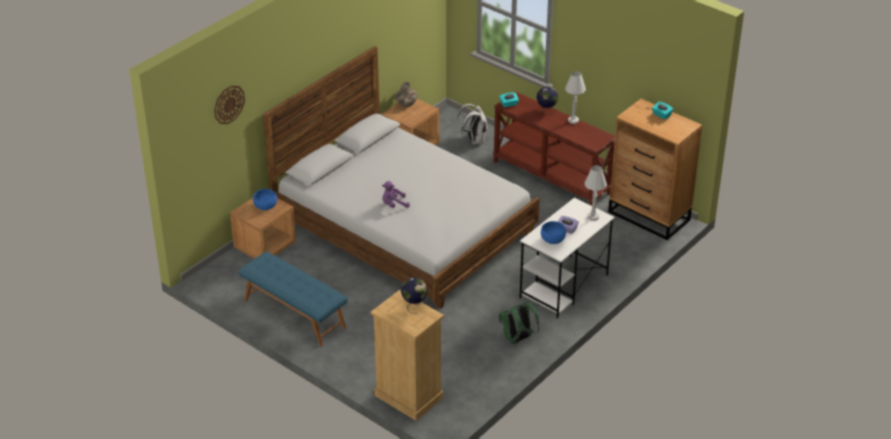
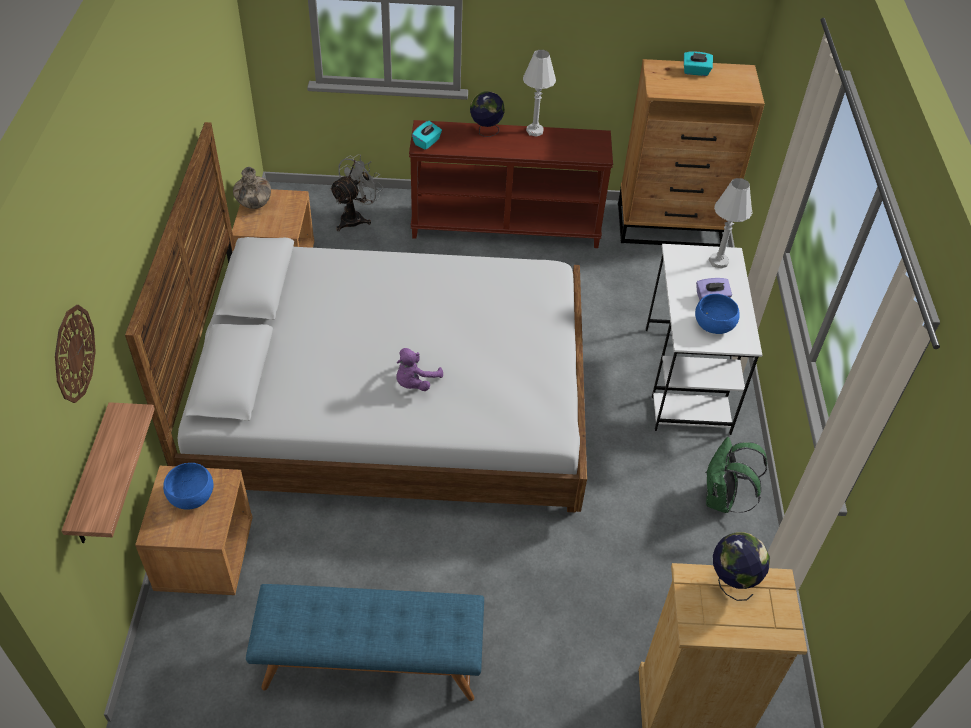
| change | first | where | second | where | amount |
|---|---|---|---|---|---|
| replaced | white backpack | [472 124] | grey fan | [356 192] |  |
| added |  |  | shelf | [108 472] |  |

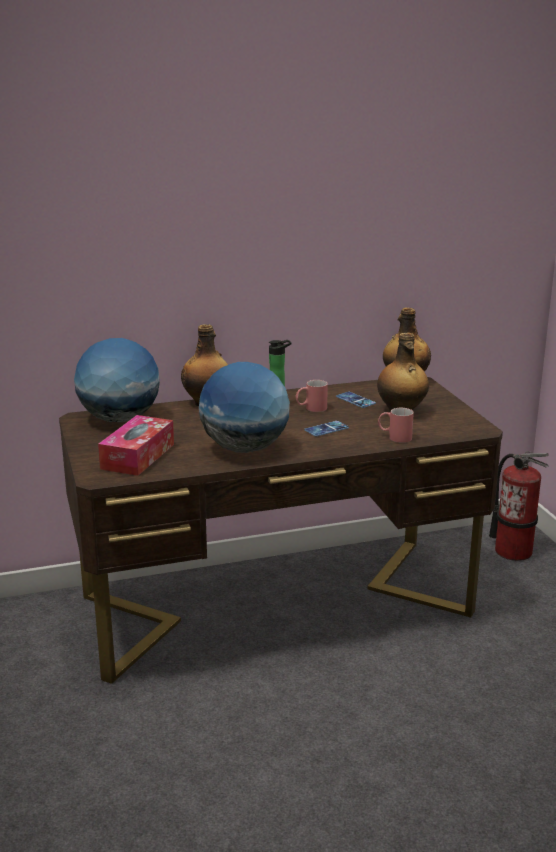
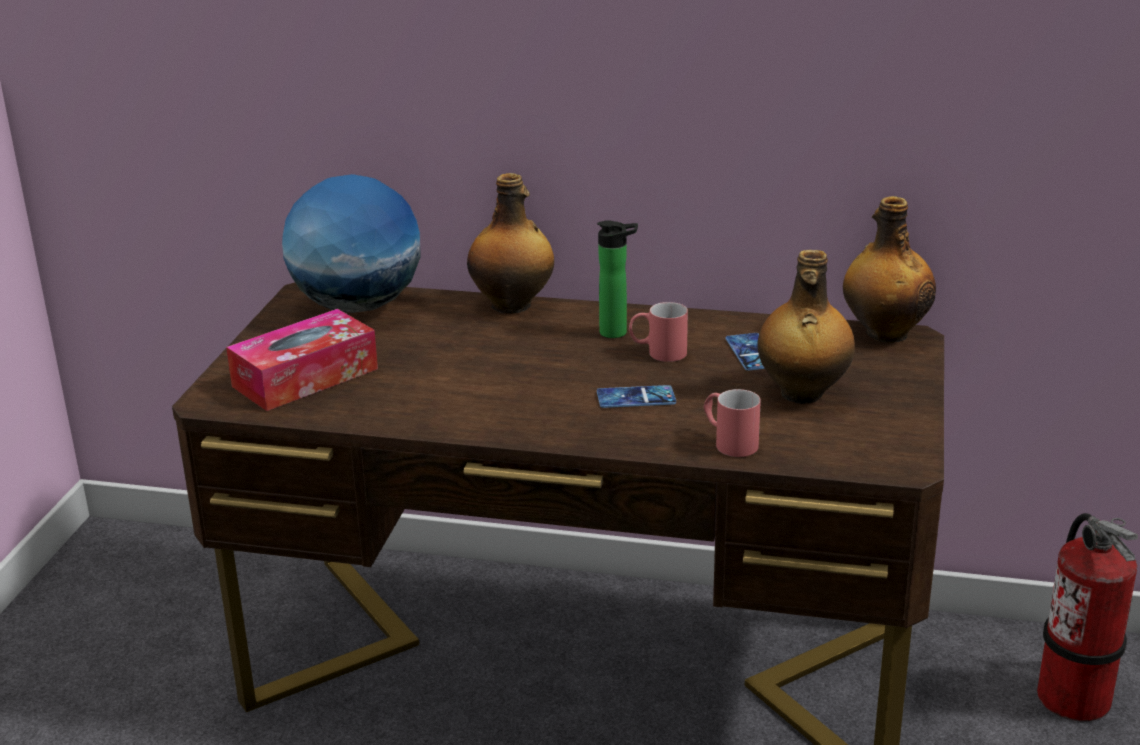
| change | first | where | second | where | amount |
|---|---|---|---|---|---|
| removed | globe | [244 407] |  |  |  |

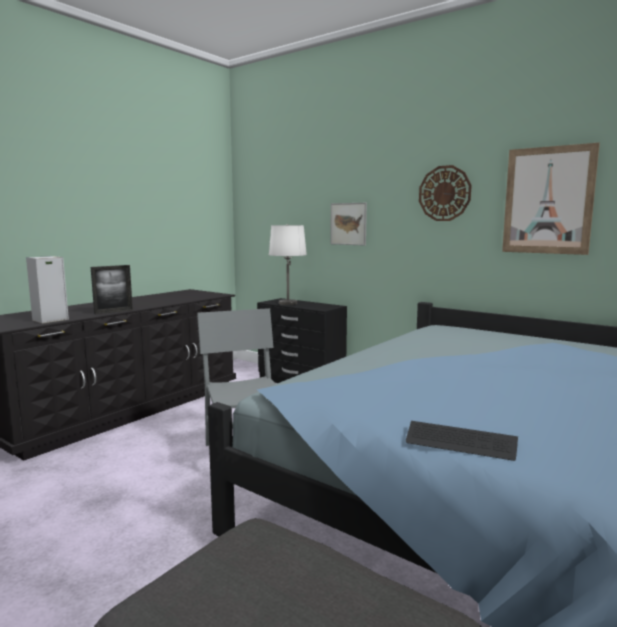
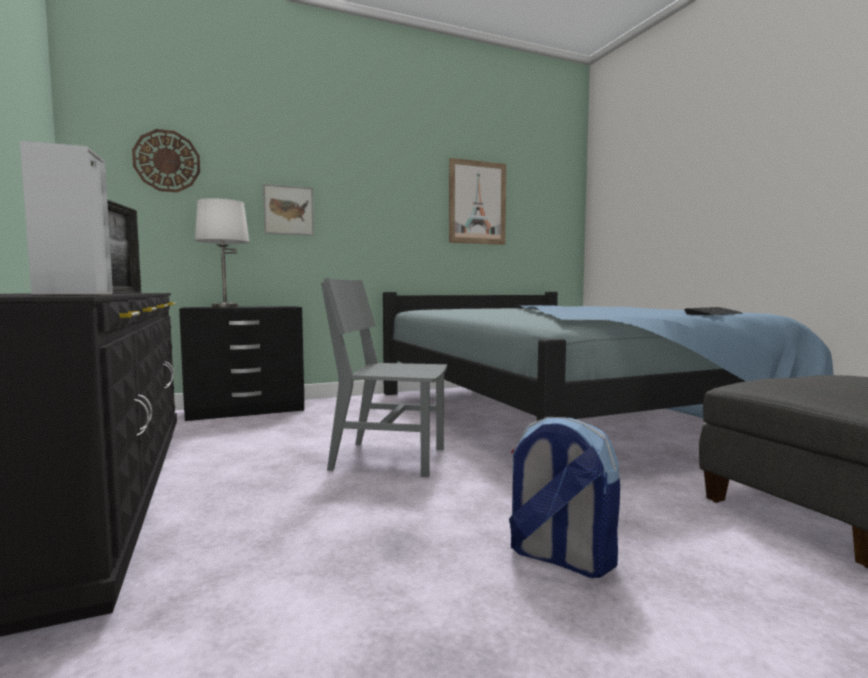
| change | first | where | second | where | amount |
|---|---|---|---|---|---|
| moved | wall clock | [445 193] |  | [166 160] |  |
| added |  |  | backpack | [564 497] |  |

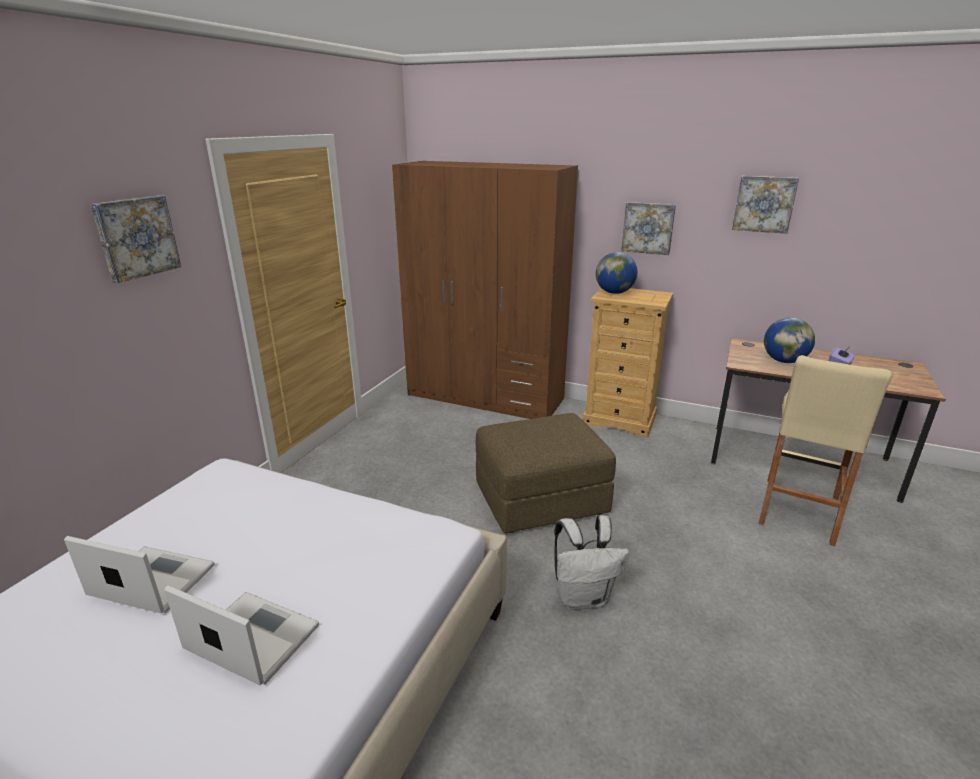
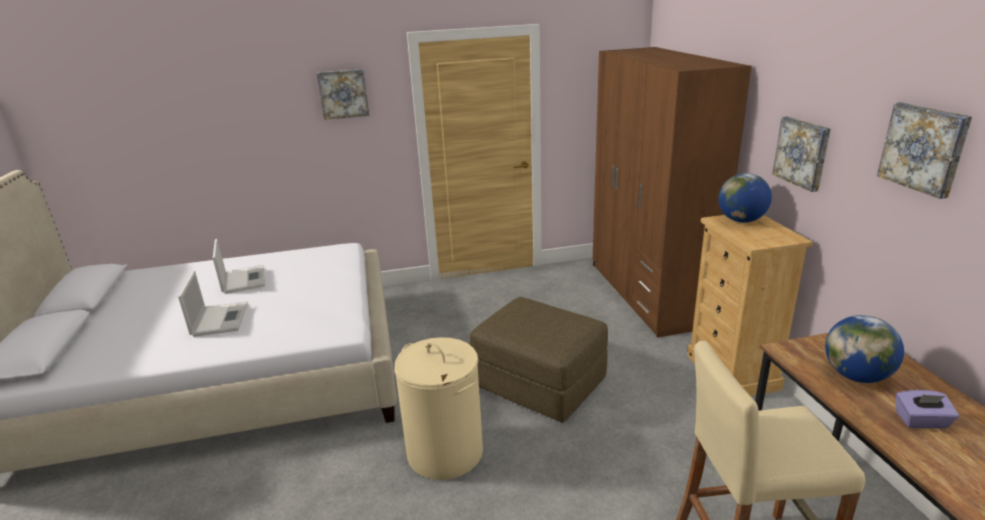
| change | first | where | second | where | amount |
|---|---|---|---|---|---|
| replaced | white backpack | [591 562] | beige laundry basket | [439 408] |  |

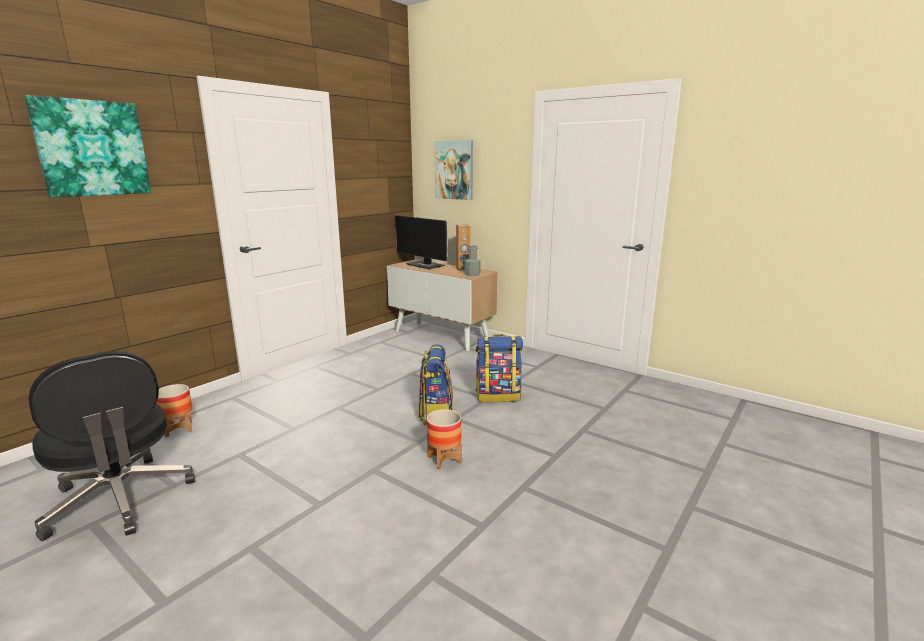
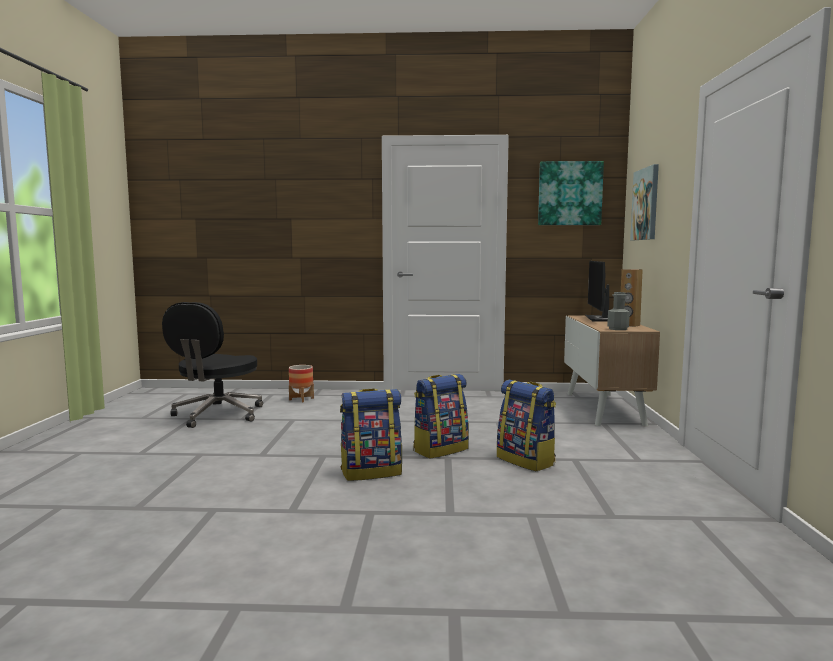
| change | first | where | second | where | amount |
|---|---|---|---|---|---|
| moved | picture | [88 146] |  | [571 193] |  |
| replaced | planter | [444 439] | backpack | [371 434] |  |

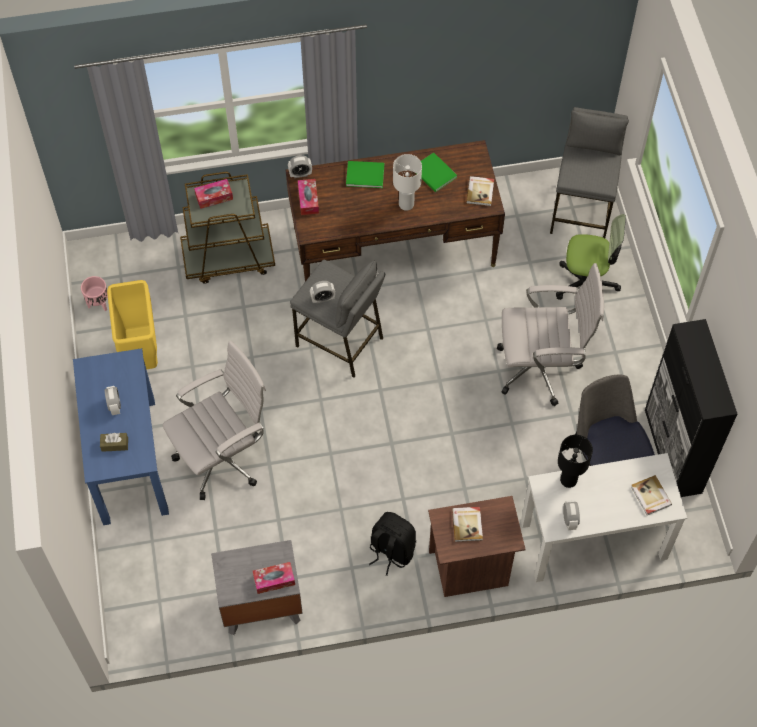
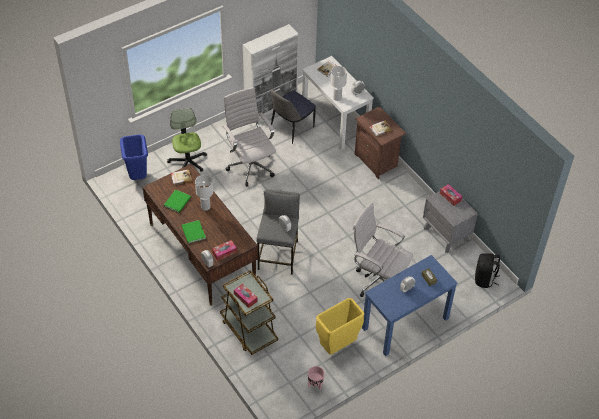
| change | first | where | second | where | amount |
|---|---|---|---|---|---|
| replaced | grey stool | [589 172] | blue trash can | [134 157] |  |
| recoloured | black cabinet | [691 408] | white cabinet | [271 71] |  |
| recoloured | black table lamp | [575 461] | white table lamp | [338 83] |  |
| moved | black backpack | [392 544] |  | [487 270] |  |

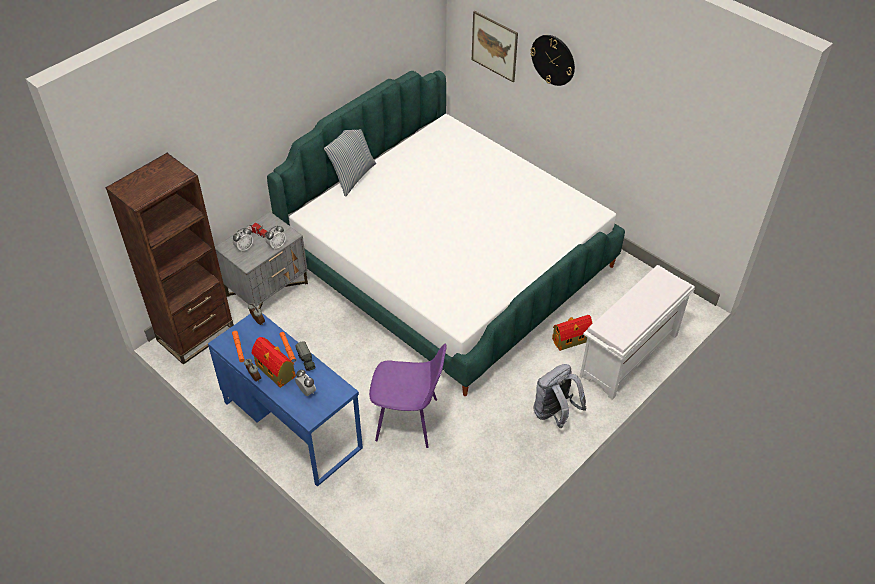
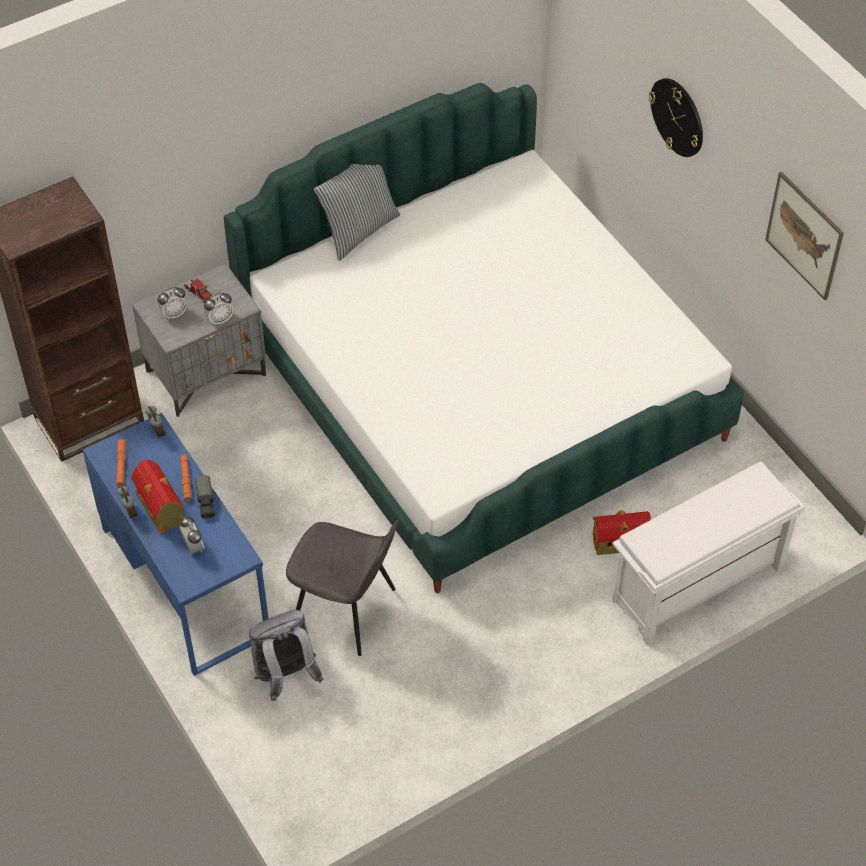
| change | first | where | second | where | amount |
|---|---|---|---|---|---|
| moved | picture | [495 47] |  | [804 236] |  |
| recoloured | purple chair | [408 395] | grey chair | [342 587] |  |
| moved | grey backpack | [560 396] |  | [286 655] |  |

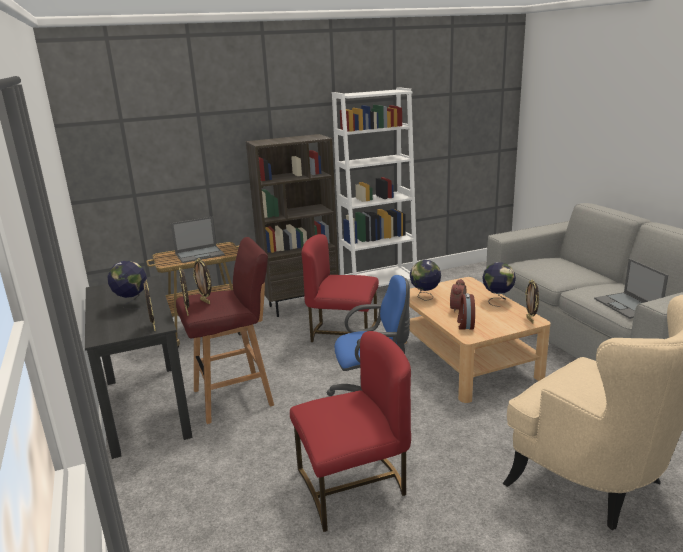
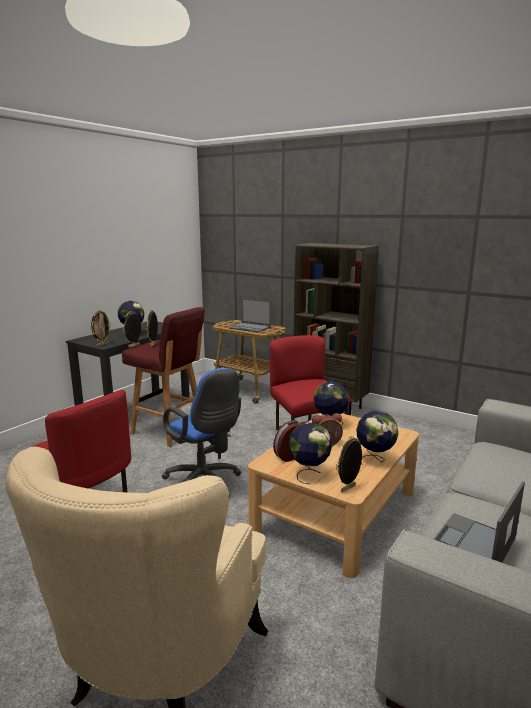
| change | first | where | second | where | amount |
|---|---|---|---|---|---|
| removed | white bookcase | [374 187] |  |  |  |
| added |  |  | globe | [310 453] |  |

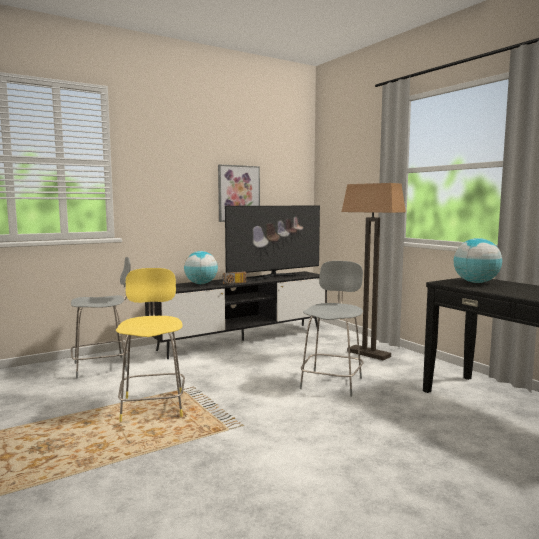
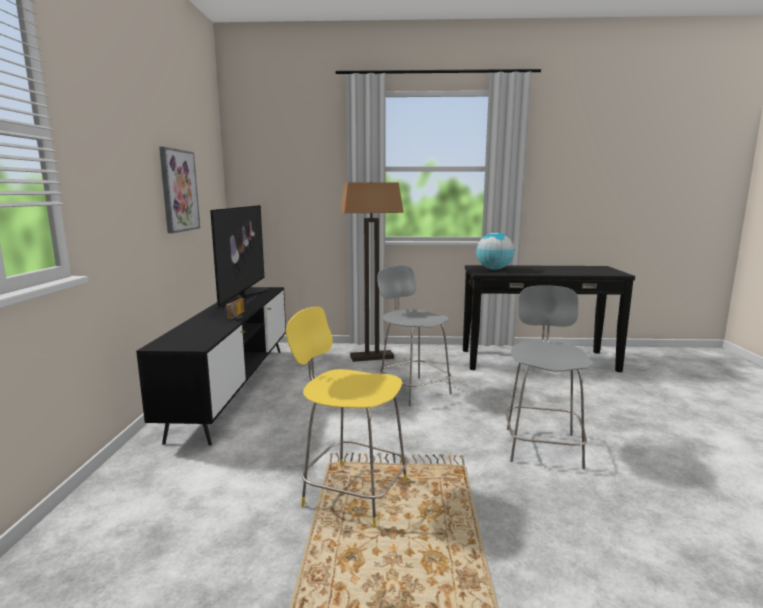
| change | first | where | second | where | amount |
|---|---|---|---|---|---|
| removed | globe | [201 267] |  |  |  |
| moved | grey stool | [101 317] |  | [549 377] |  |

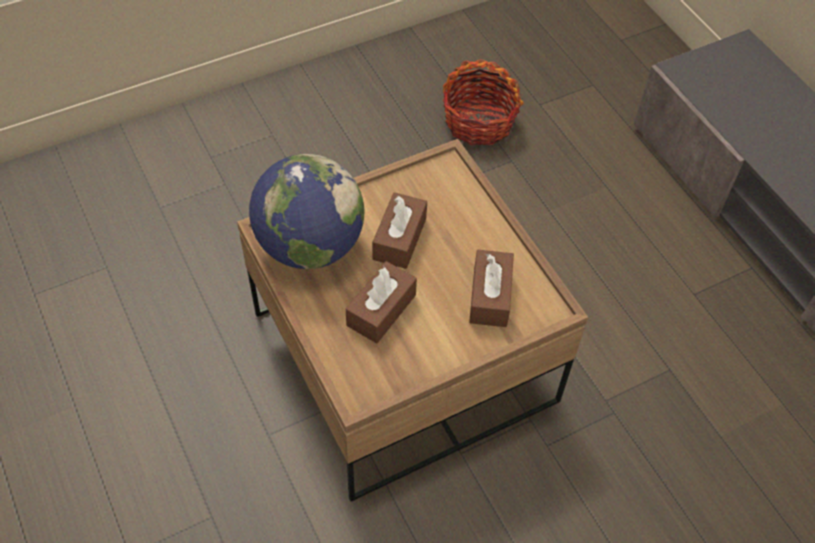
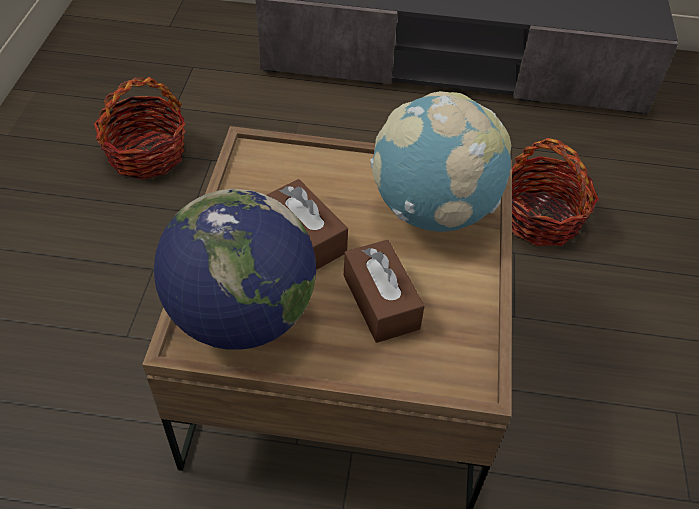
| change | first | where | second | where | amount |
|---|---|---|---|---|---|
| replaced | brown tissue box | [491 288] | globe | [440 161] |  |
| added |  |  | basket | [555 192] |  |

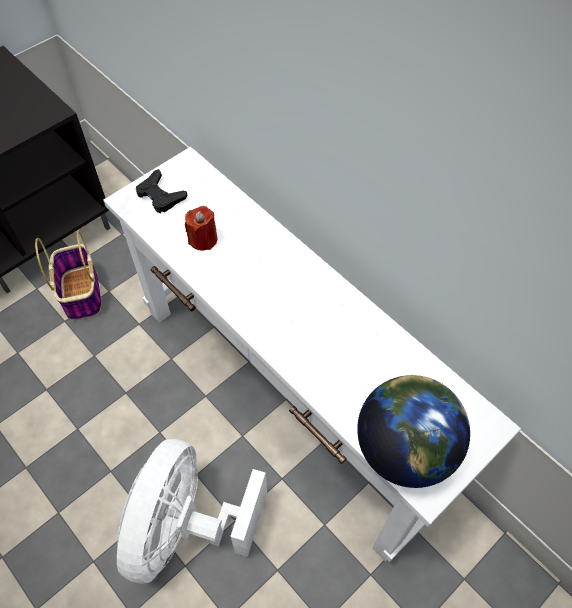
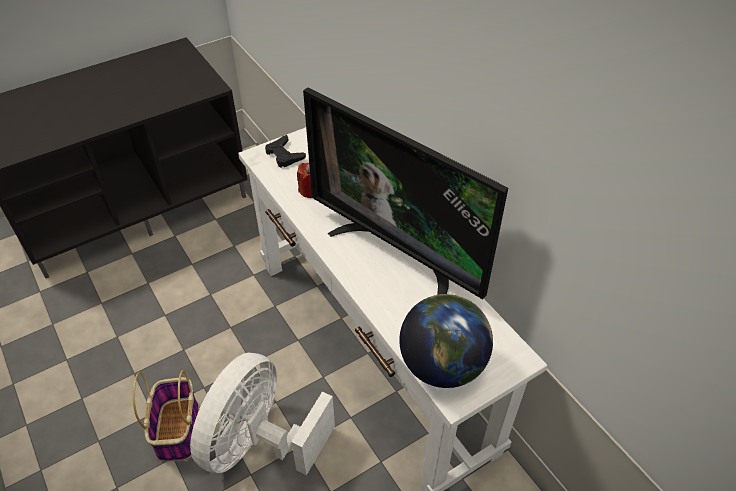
| change | first | where | second | where | amount |
|---|---|---|---|---|---|
| moved | basket | [68 275] |  | [166 416] |  |
| added |  |  | television | [405 193] |  |

